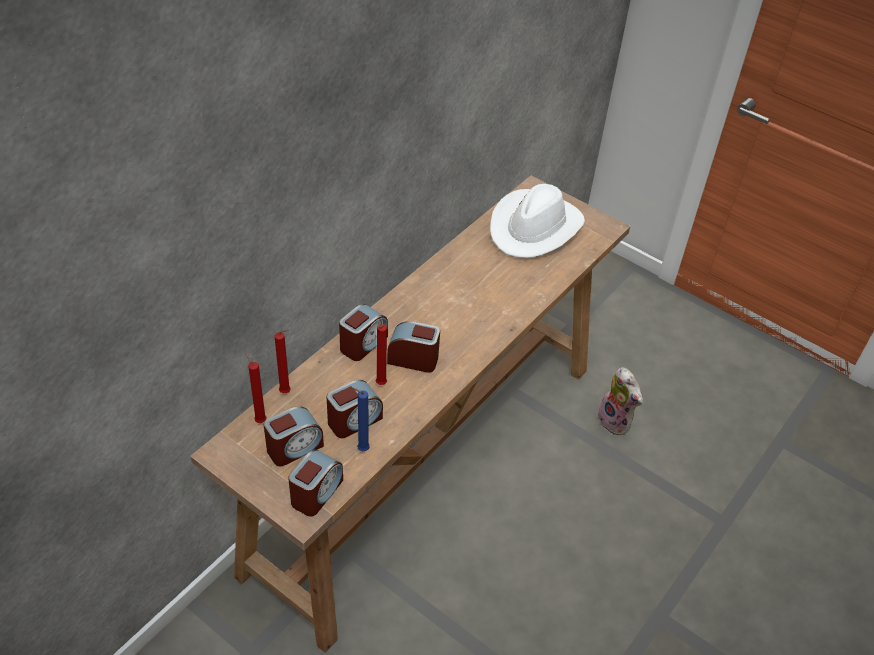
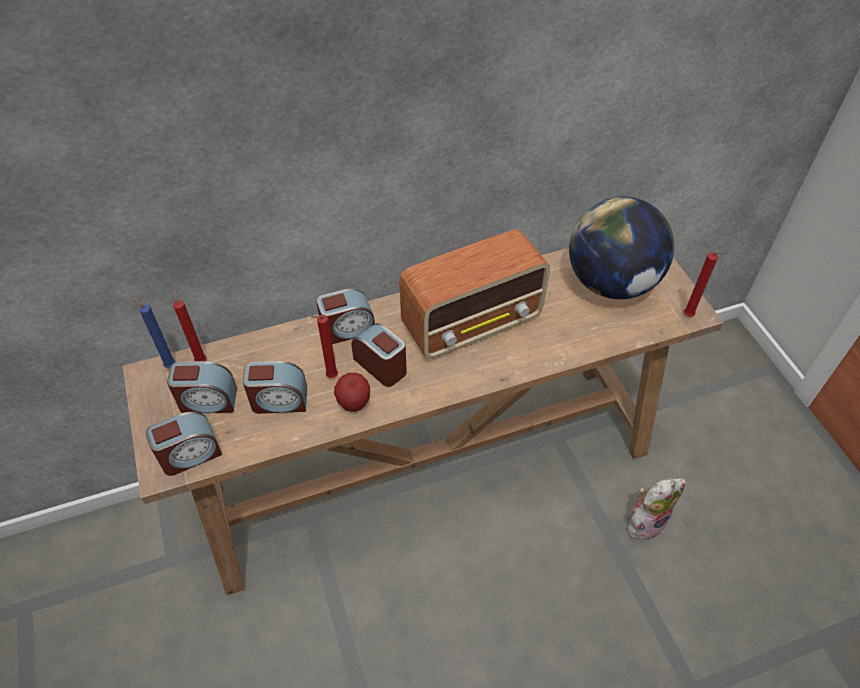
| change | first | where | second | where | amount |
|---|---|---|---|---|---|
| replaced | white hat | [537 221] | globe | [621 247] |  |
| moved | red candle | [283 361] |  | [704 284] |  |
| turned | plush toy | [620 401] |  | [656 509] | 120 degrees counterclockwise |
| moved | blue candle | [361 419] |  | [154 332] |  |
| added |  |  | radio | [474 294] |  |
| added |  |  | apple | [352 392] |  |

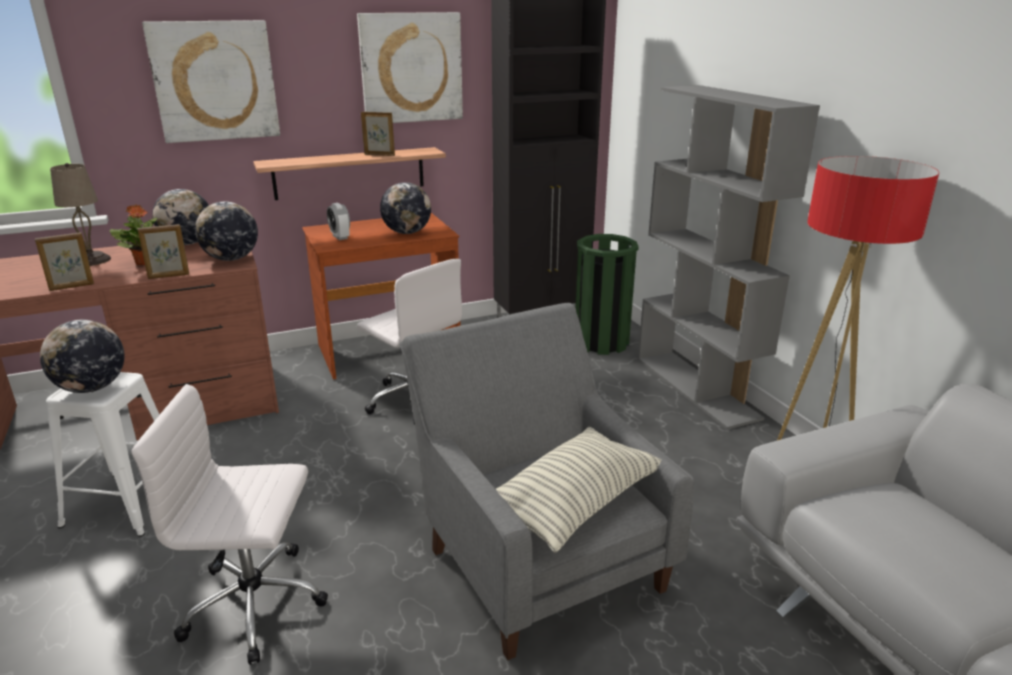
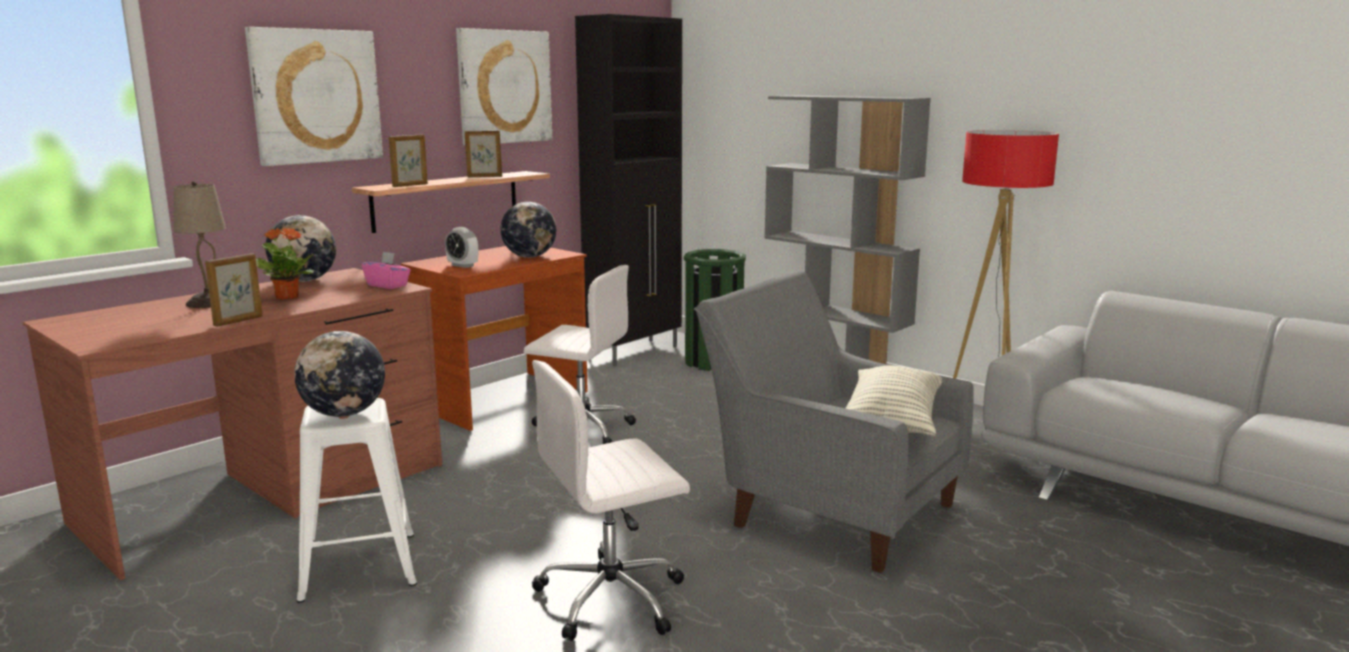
| change | first | where | second | where | amount |
|---|---|---|---|---|---|
| replaced | globe | [226 231] | pink tissue box | [386 270] |  |
| moved | picture frame | [163 251] |  | [408 161] |  |

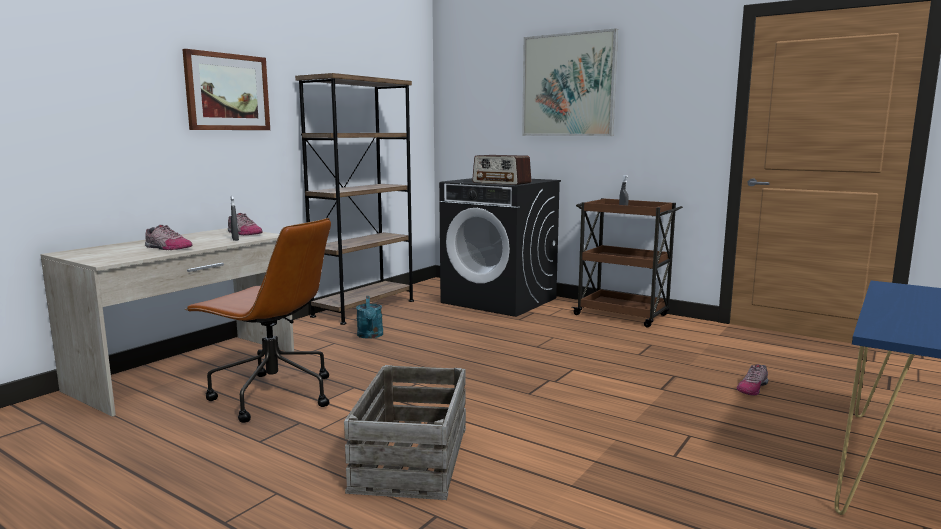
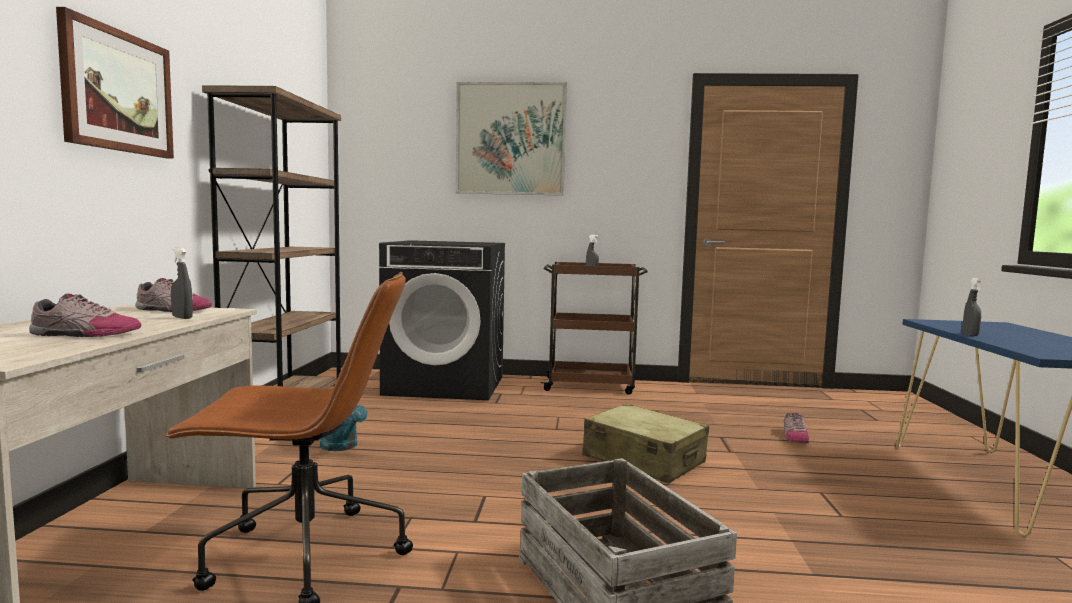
| change | first | where | second | where | amount |
|---|---|---|---|---|---|
| removed | radio | [501 170] |  |  |  |
| added |  |  | grey spray bottle | [972 307] |  |
| added |  |  | beige suitcase | [645 443] |  |

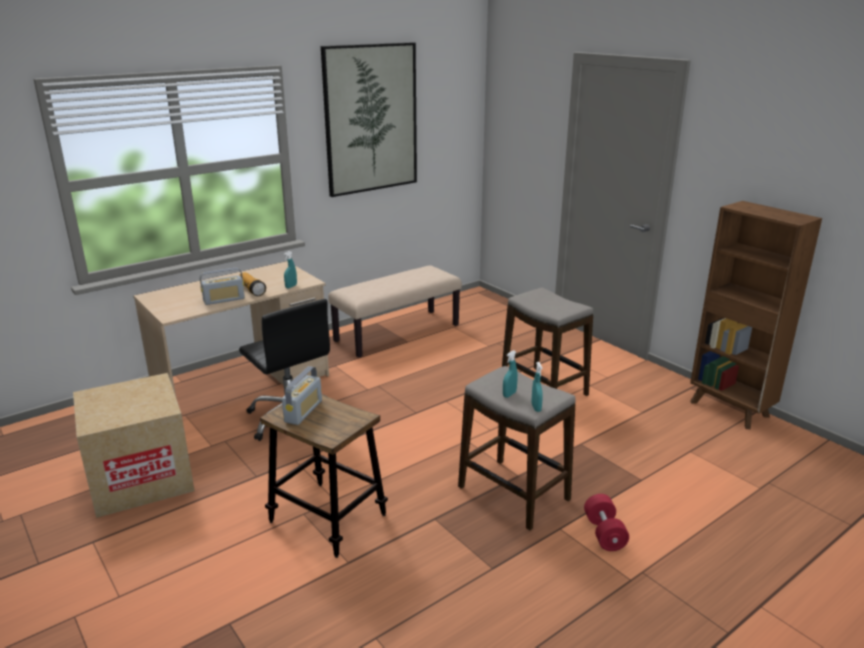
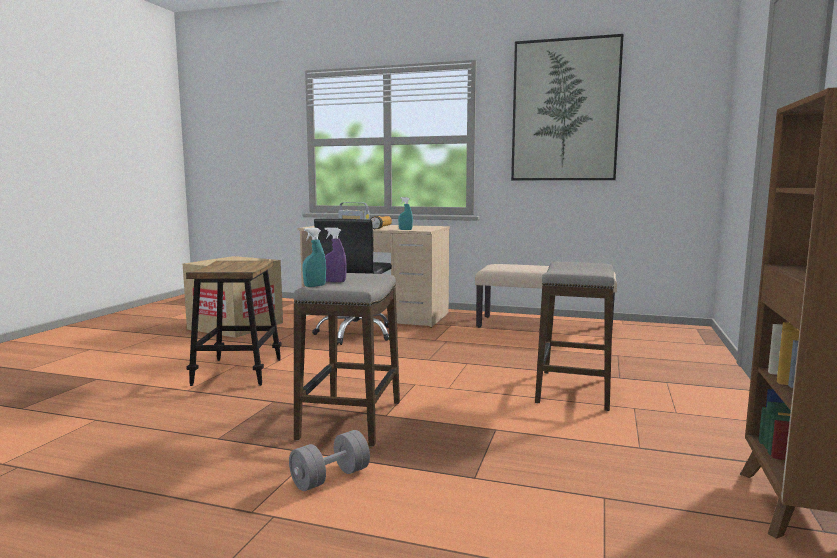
| change | first | where | second | where | amount |
|---|---|---|---|---|---|
| recoloured | turquoise spray bottle | [510 374] | purple spray bottle | [335 254] |  |
| removed | radio | [302 395] |  |  |  |
| recoloured | red dumbbell | [606 522] | grey dumbbell | [329 460] |  |

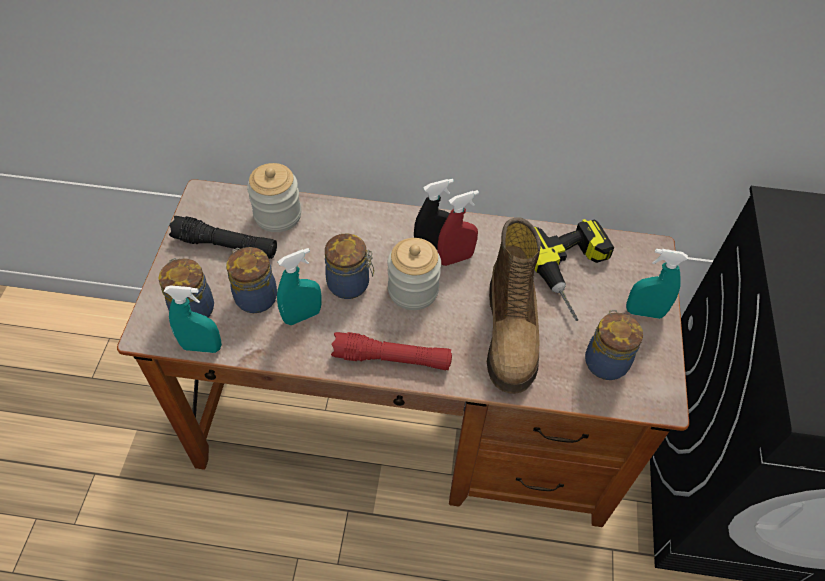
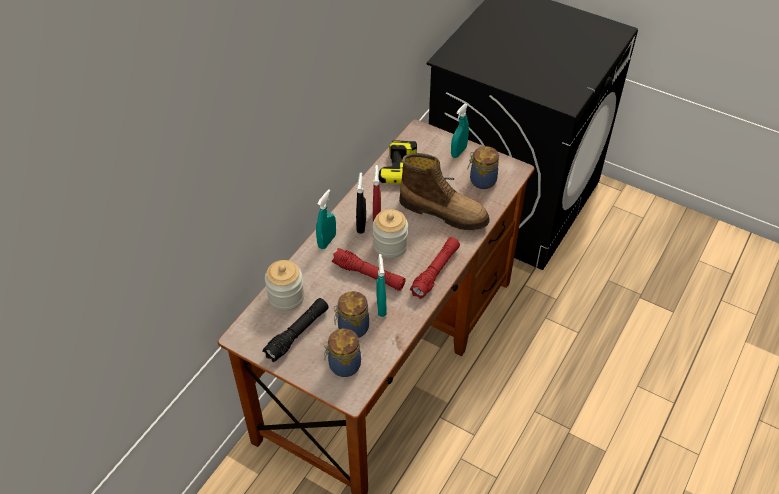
| change | first | where | second | where | amount |
|---|---|---|---|---|---|
| replaced | jar | [349 266] | red flashlight | [369 269] |  |
| moved | turquoise spray bottle | [193 319] |  | [326 219] |  |

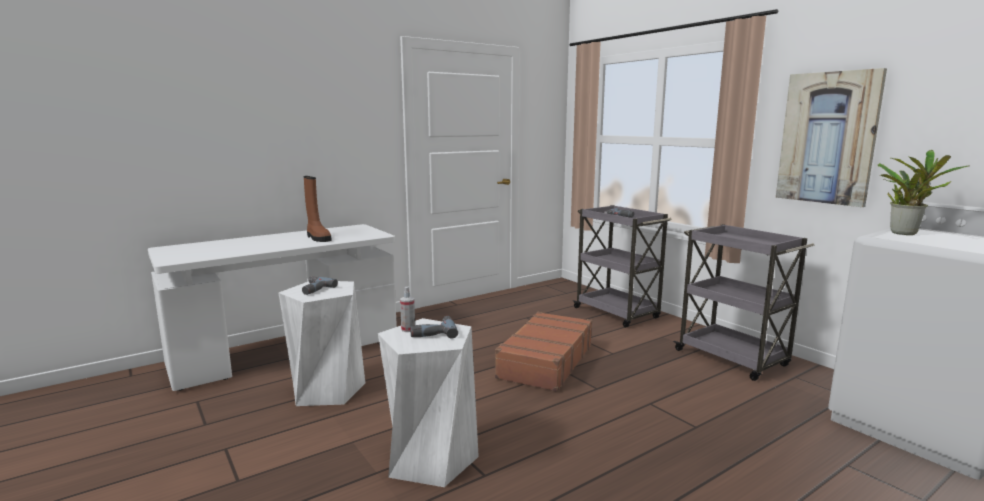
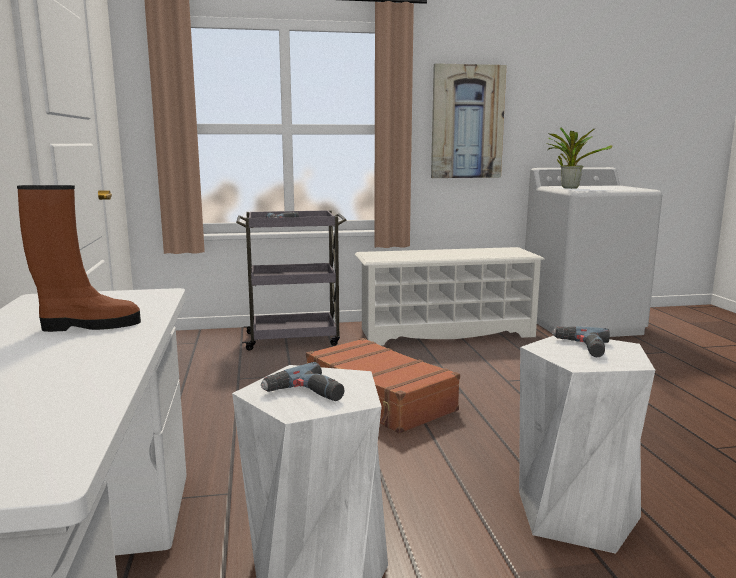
| change | first | where | second | where | amount |
|---|---|---|---|---|---|
| replaced | grey cart | [743 302] | white shoe rack | [450 296] |  |
| removed | spray bottle | [407 309] |  |  |  |

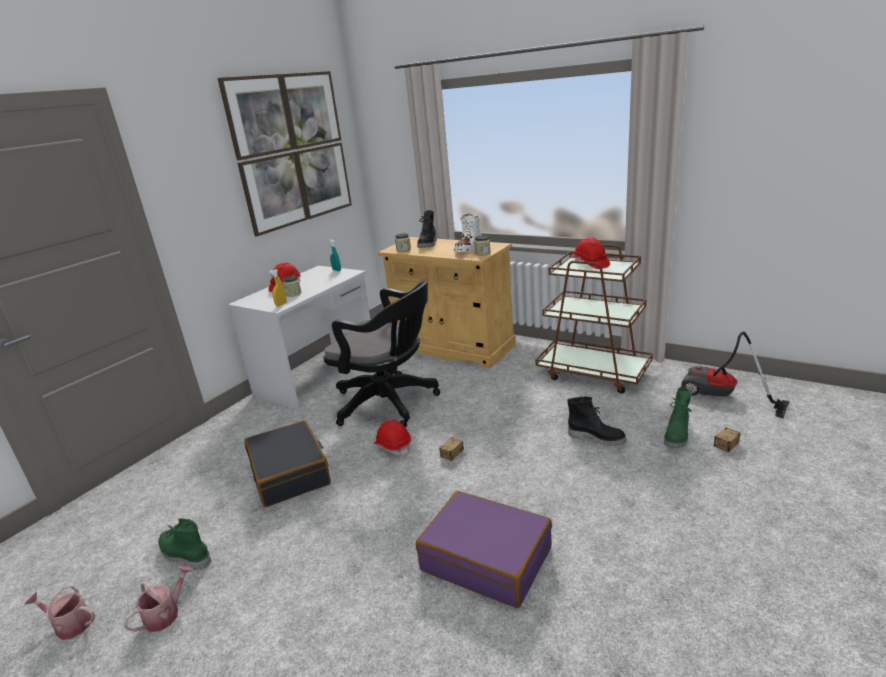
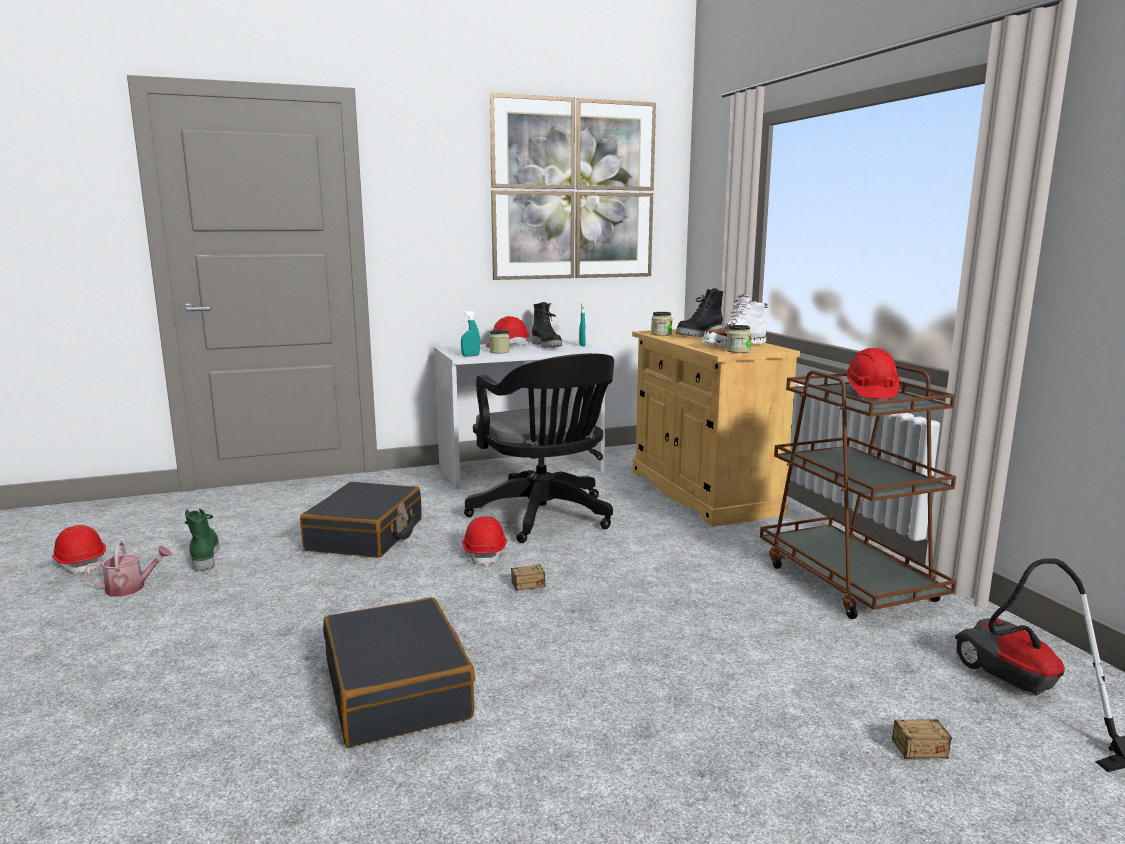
| change | first | where | second | where | amount |
|---|---|---|---|---|---|
| recoloured | yellow spray bottle | [278 288] | turquoise spray bottle | [470 333] |  |
| removed | green boot | [678 417] |  |  |  |
| moved | black boot | [597 421] |  | [547 325] |  |
| recoloured | purple suitcase | [484 549] | black suitcase | [399 672] |  |
| replaced | watering can | [60 613] | red hard hat | [79 549] |  |

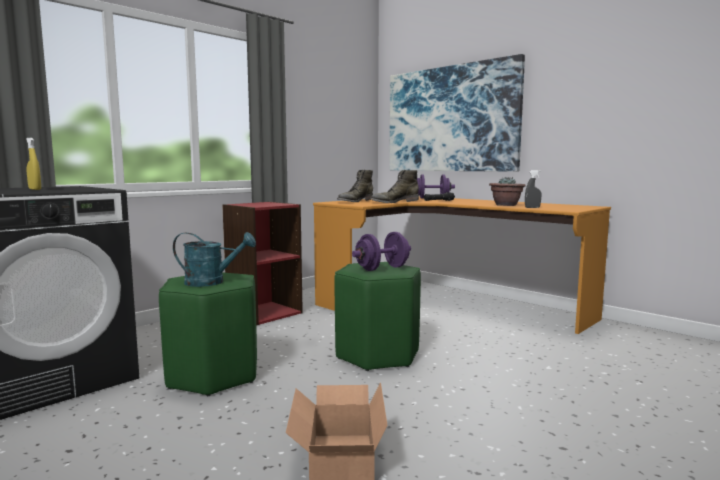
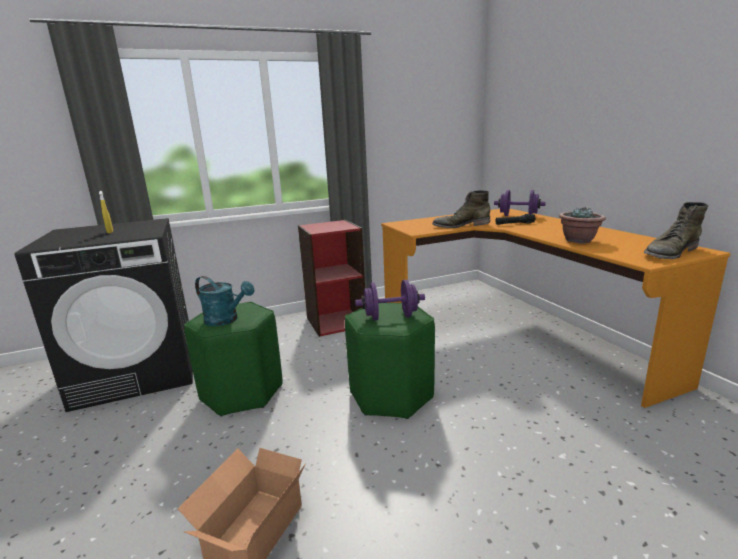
| change | first | where | second | where | amount |
|---|---|---|---|---|---|
| removed | picture | [457 113] |  |  |  |
| moved | green boot | [355 185] |  | [676 230] |  |
| removed | grey spray bottle | [533 189] |  |  |  |

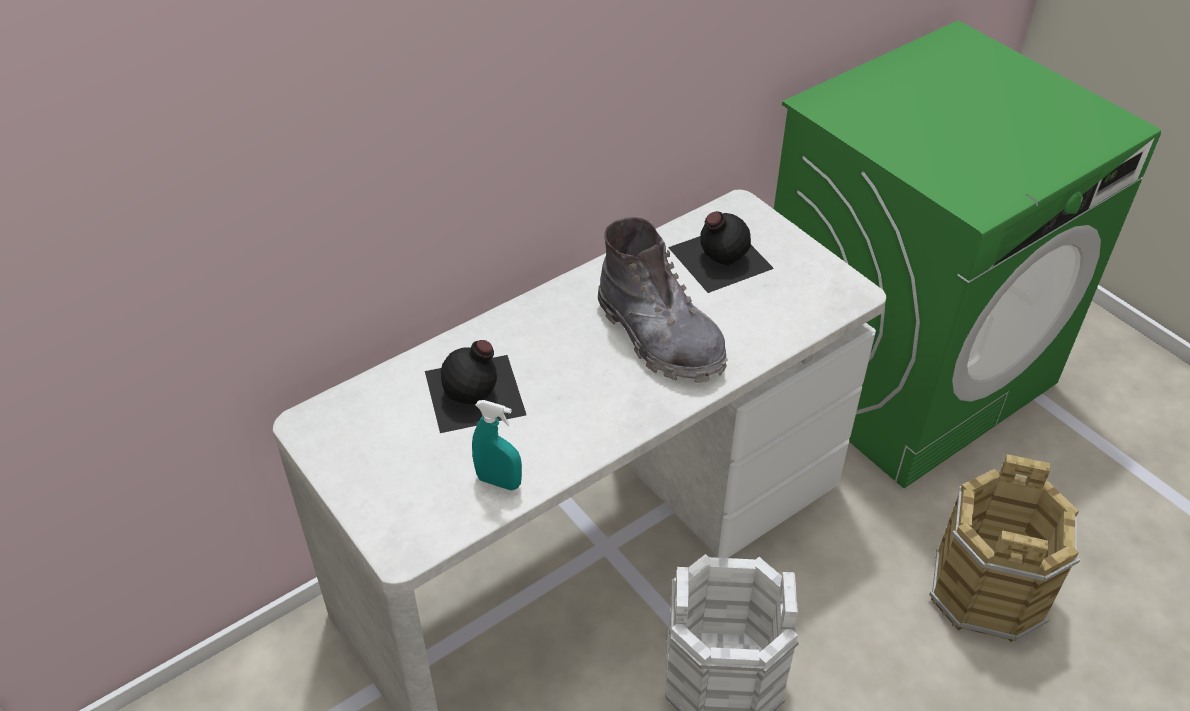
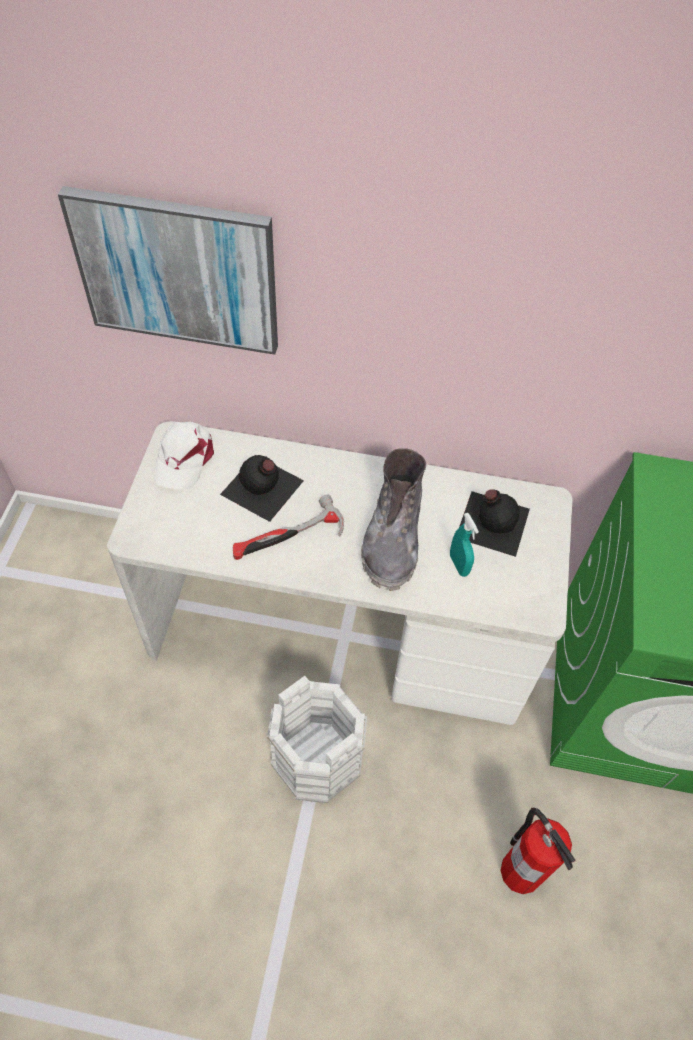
| change | first | where | second | where | amount |
|---|---|---|---|---|---|
| moved | turquoise spray bottle | [497 445] |  | [464 545] |  |
| replaced | brown bucket | [1004 548] | fire extinguisher | [538 851] |  |
| added |  |  | picture | [168 270] |  |
| added |  |  | white cap | [184 455] |  |
| added |  |  | hammer | [288 527] |  |

